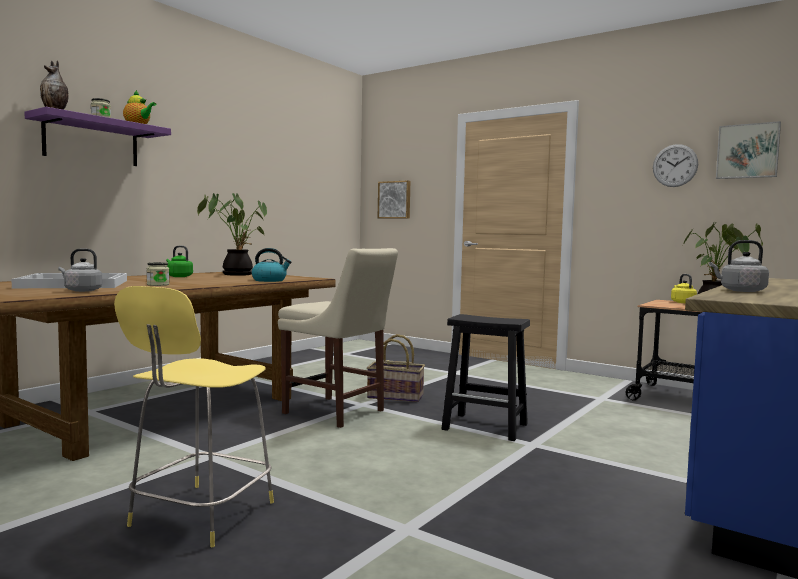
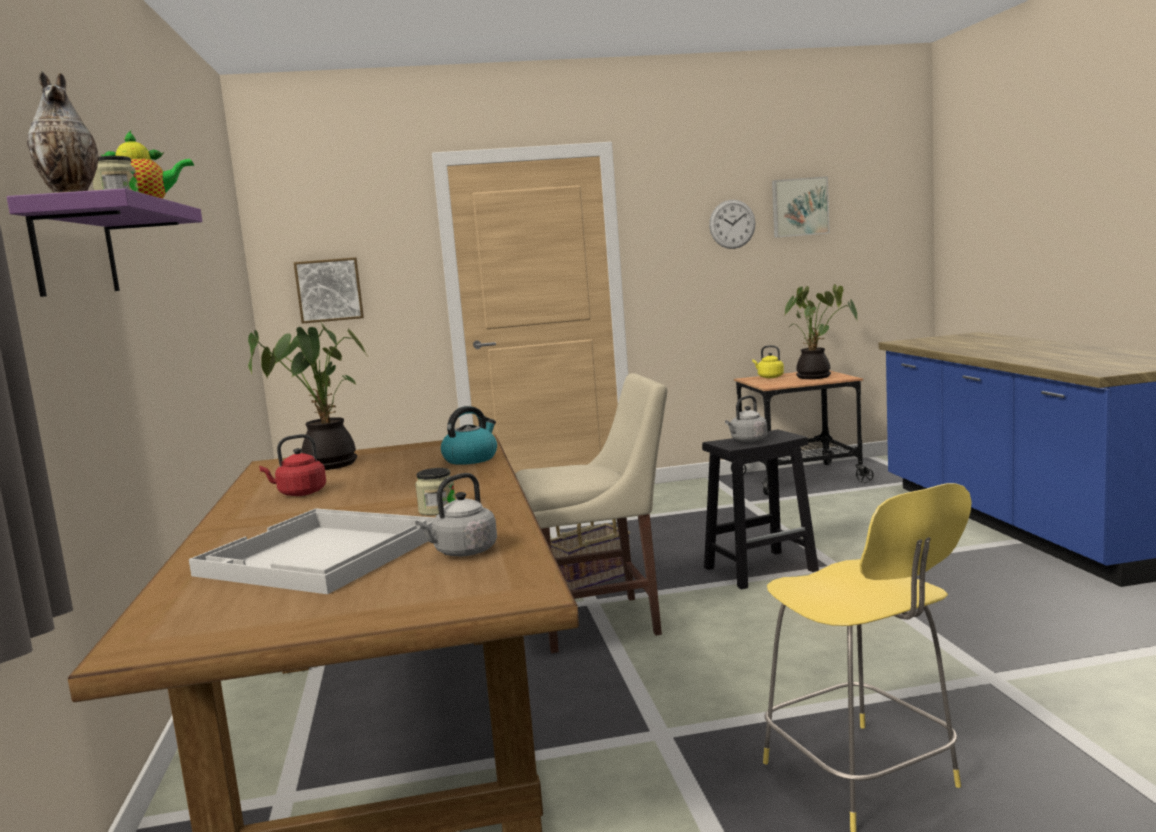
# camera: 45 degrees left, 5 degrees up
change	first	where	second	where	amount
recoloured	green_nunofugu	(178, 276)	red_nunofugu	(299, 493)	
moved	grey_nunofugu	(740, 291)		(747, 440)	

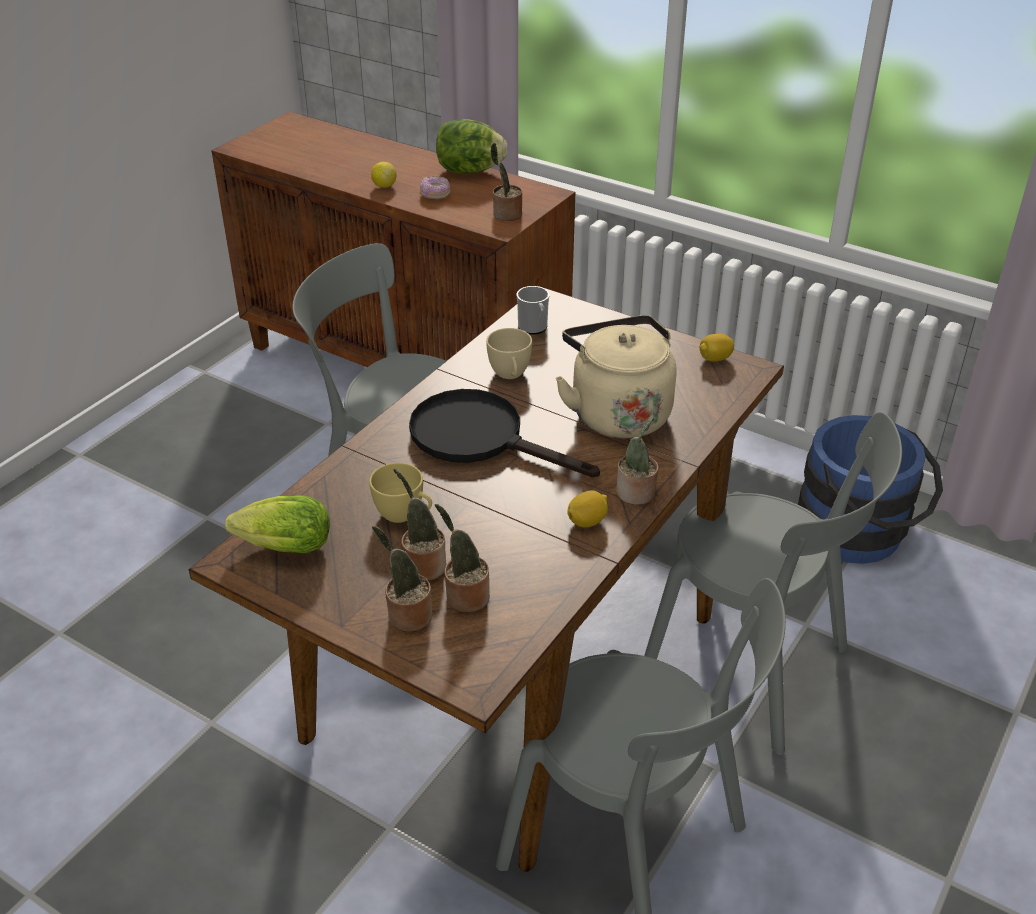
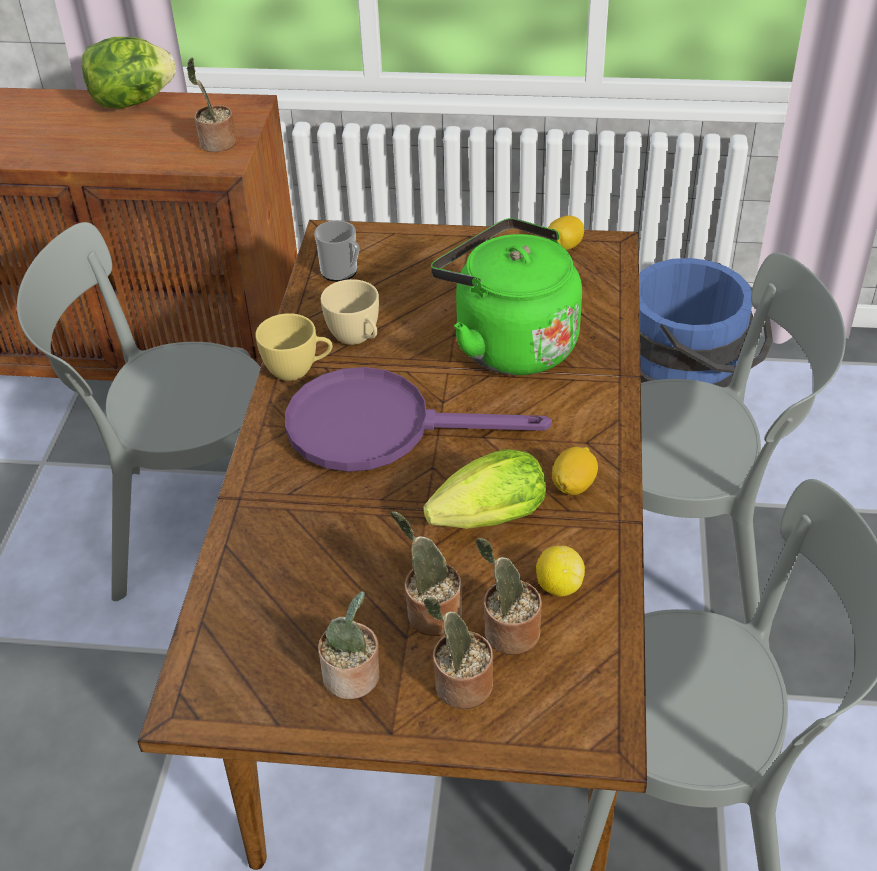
# camera: 25 degrees left, 5 degrees up
change	first	where	second	where	amount
moved	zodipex	(280, 548)		(483, 522)	
moved	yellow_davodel	(404, 515)		(298, 370)	
moved	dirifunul	(384, 186)		(559, 586)	
recoloured	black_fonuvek	(481, 438)	purple_fonuvek	(380, 427)	
removed	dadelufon	(435, 194)			
recoloured	beige_nunofugu	(617, 412)	green_nunofugu	(509, 343)	
moved	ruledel	(636, 494)		(354, 678)	

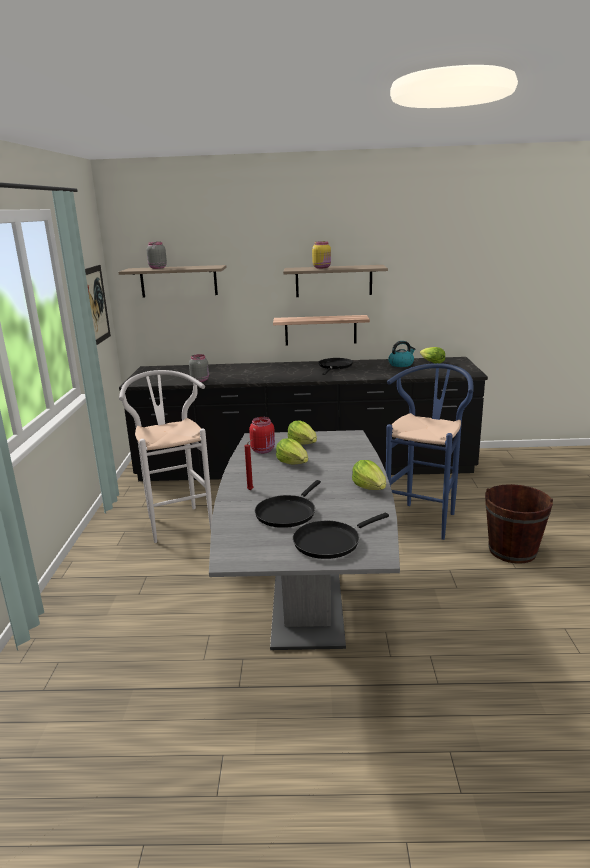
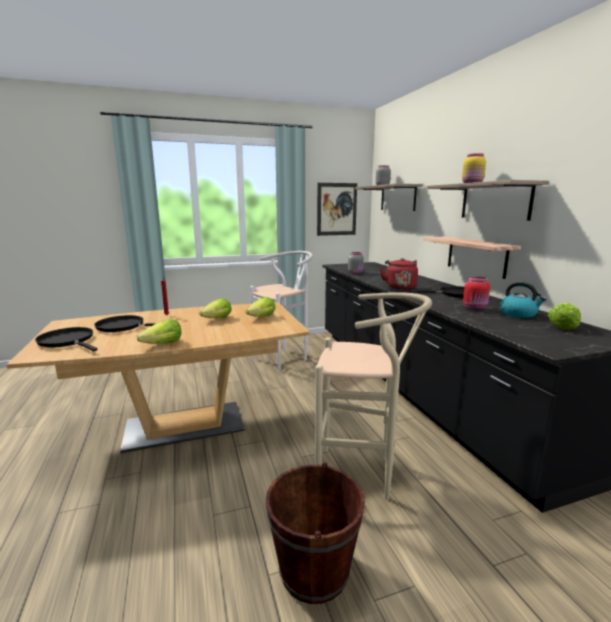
# camera: 70 degrees right, 5 degrees down
change	first	where	second	where	amount
recoloured	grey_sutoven	(307, 602)	brown_sutoven	(184, 426)	
moved	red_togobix	(263, 450)		(475, 308)	
recoloured	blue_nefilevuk	(425, 517)	beige_nefilevuk	(362, 474)	
added			red_nunofugu	(399, 287)	

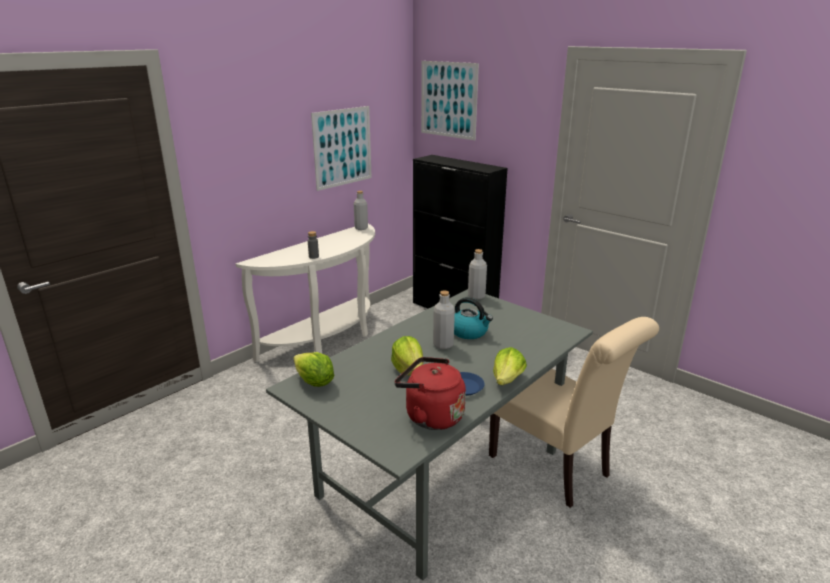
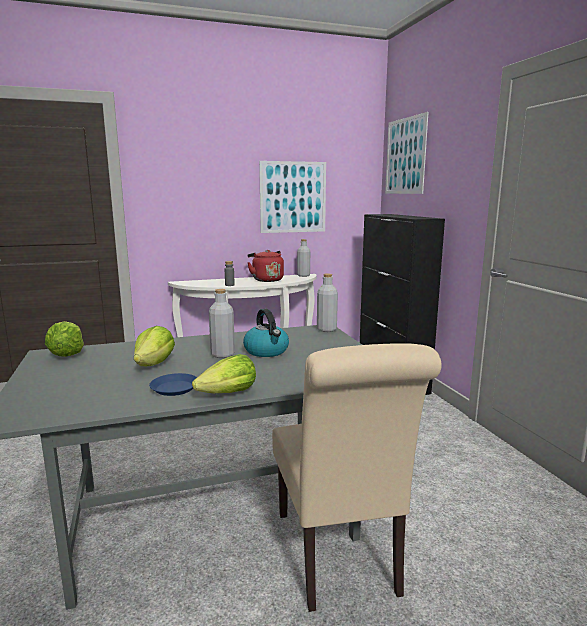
# camera: 30 degrees right, 10 degrees down
change	first	where	second	where	amount
moved	red_nunofugu	(430, 416)		(266, 280)	

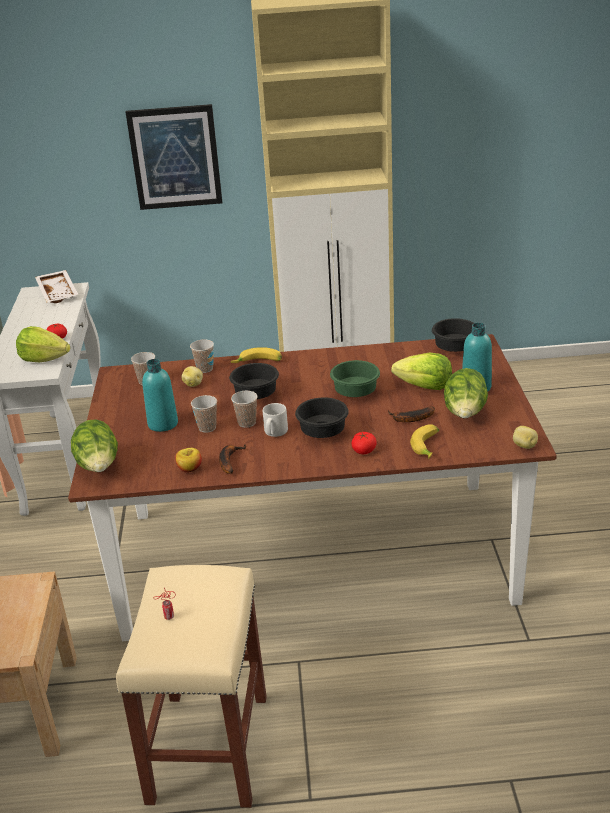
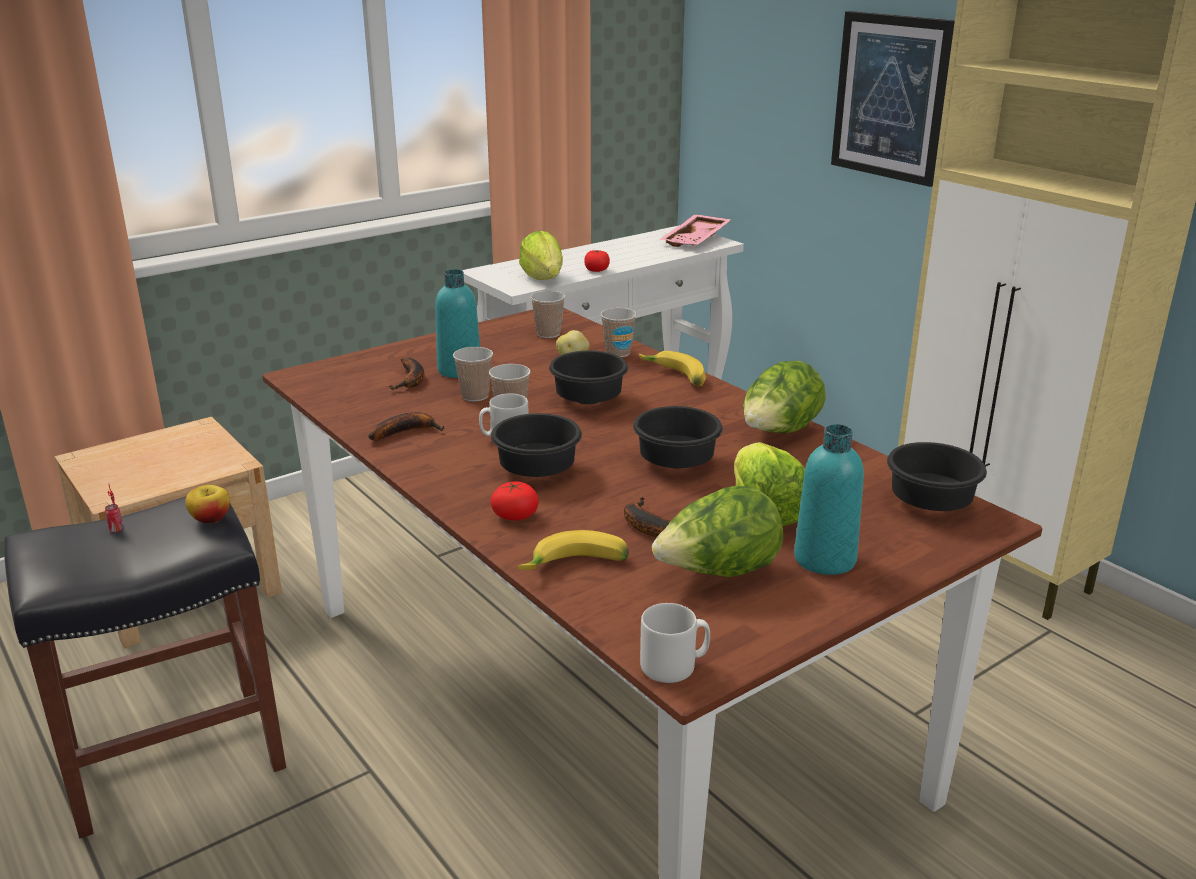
# camera: 55 degrees right, 5 degrees down
change	first	where	second	where	amount
recoloured	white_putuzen	(59, 293)	pink_putuzen	(696, 240)	
moved	zodipex	(99, 467)		(779, 433)	
recoloured	beige_nefilevuk	(208, 746)	black_nefilevuk	(176, 754)	
moved	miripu	(189, 469)		(211, 519)	
recoloured	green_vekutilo	(355, 392)	black_vekutilo	(678, 461)	
replaced	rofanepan	(524, 446)	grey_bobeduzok	(674, 666)	
added			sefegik	(411, 380)	

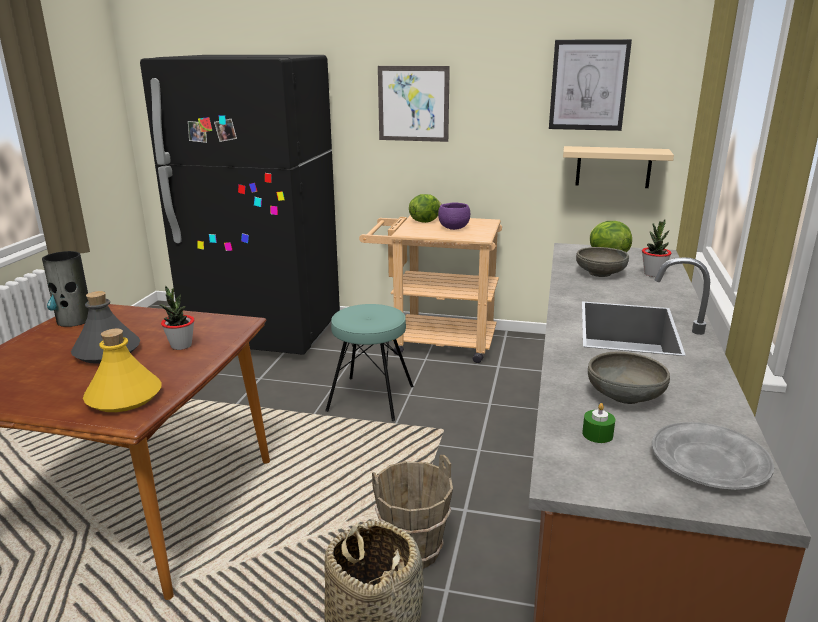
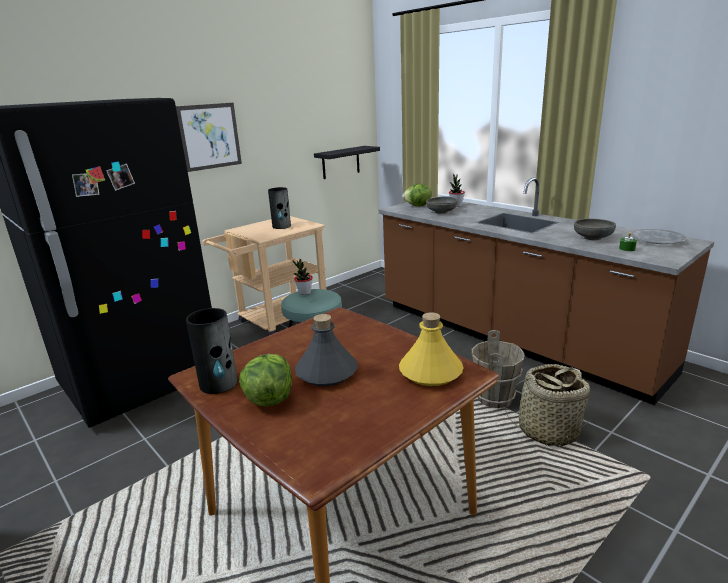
# camera: 55 degrees left, 0 degrees up
change	first	where	second	where	amount
moved	ruledel	(181, 345)		(304, 292)	
moved	zodipex	(424, 221)		(269, 399)	
replaced	purple_vekutilo	(454, 228)	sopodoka	(282, 226)	
removed	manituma	(588, 85)			
recoloured	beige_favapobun	(613, 167)	black_favapobun	(341, 162)	

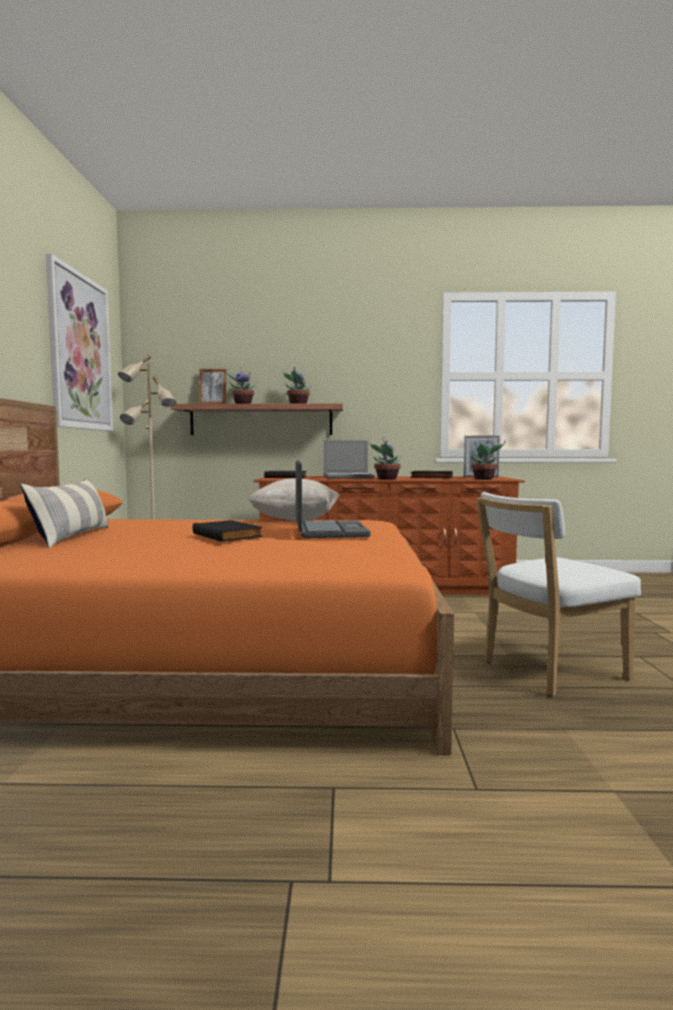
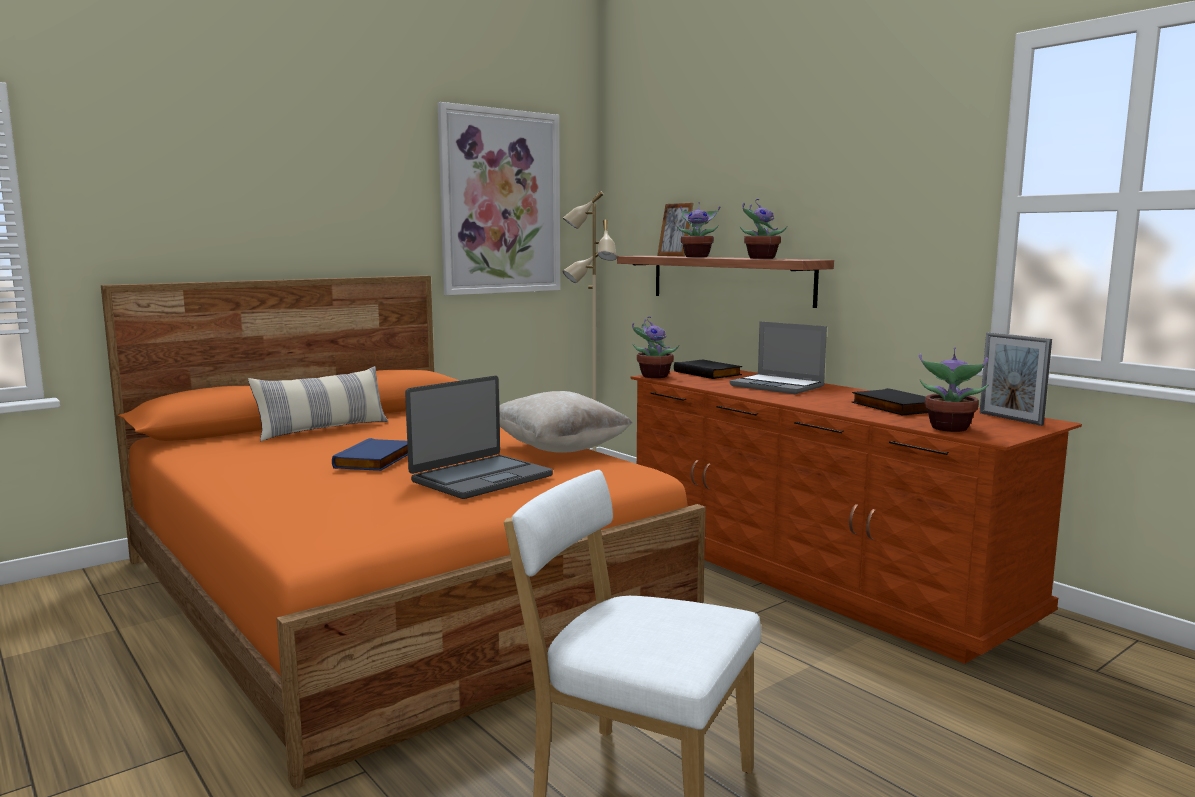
# camera: 50 degrees right, 5 degrees up
change	first	where	second	where	amount
recoloured	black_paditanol	(229, 535)	blue_paditanol	(376, 460)	
moved	ruledel	(386, 479)		(653, 376)	

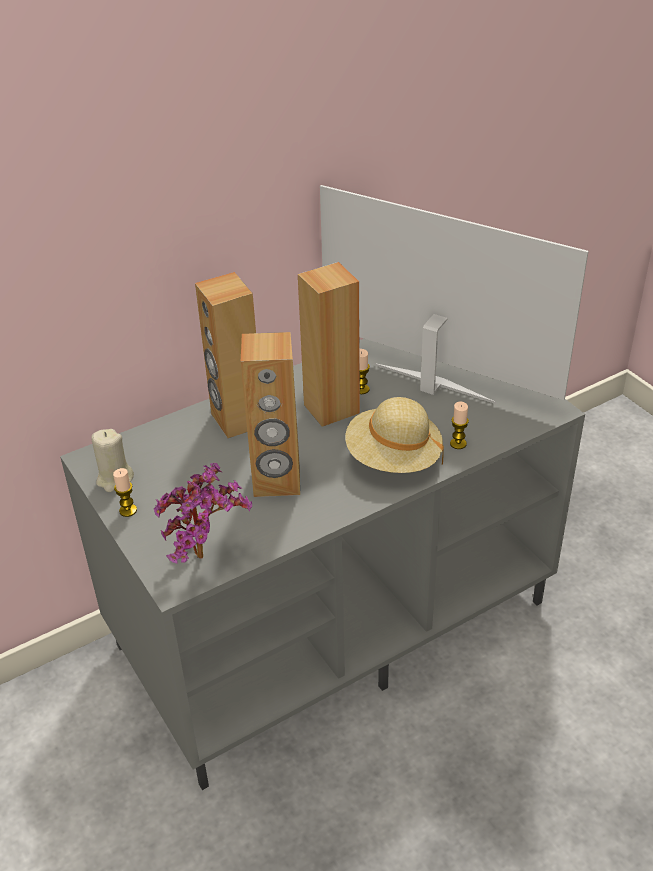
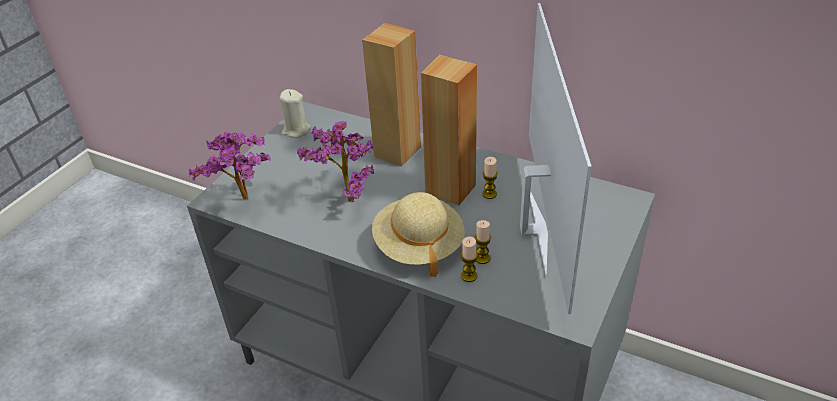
# camera: 60 degrees right, 0 degrees up
change	first	where	second	where	amount
moved	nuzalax	(128, 510)		(482, 258)	
replaced	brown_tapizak	(277, 482)	ruledel	(345, 198)	

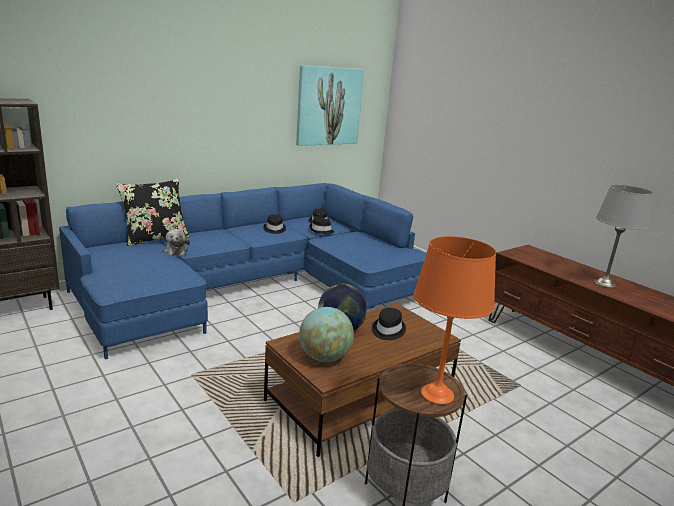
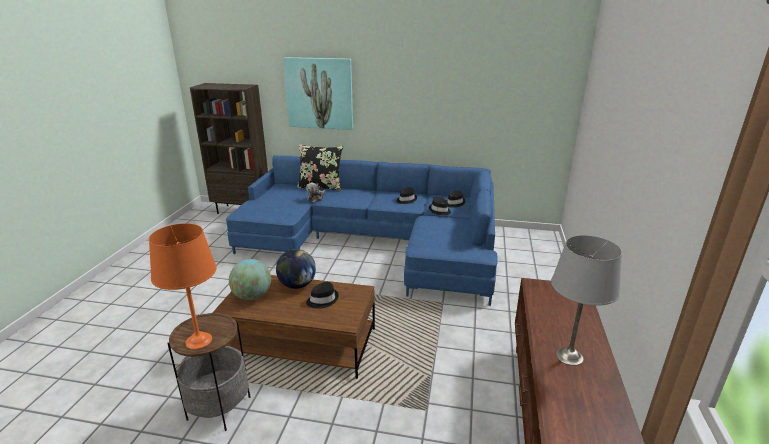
# camera: 50 degrees right, 5 degrees up
change	first	where	second	where	amount
moved	manituma	(328, 106)		(319, 93)	

